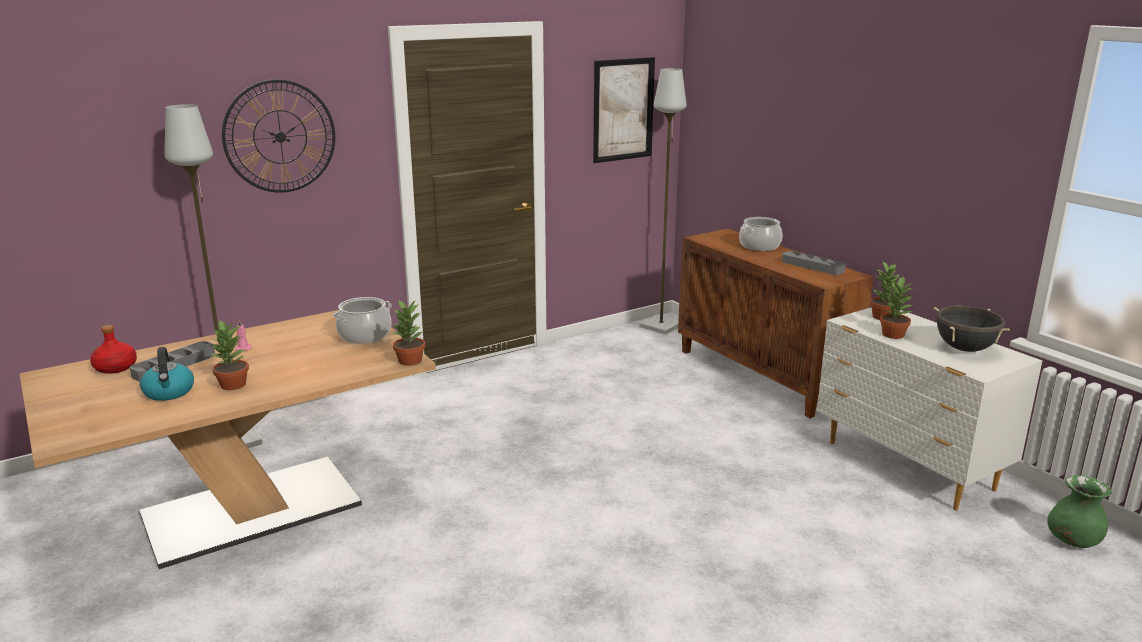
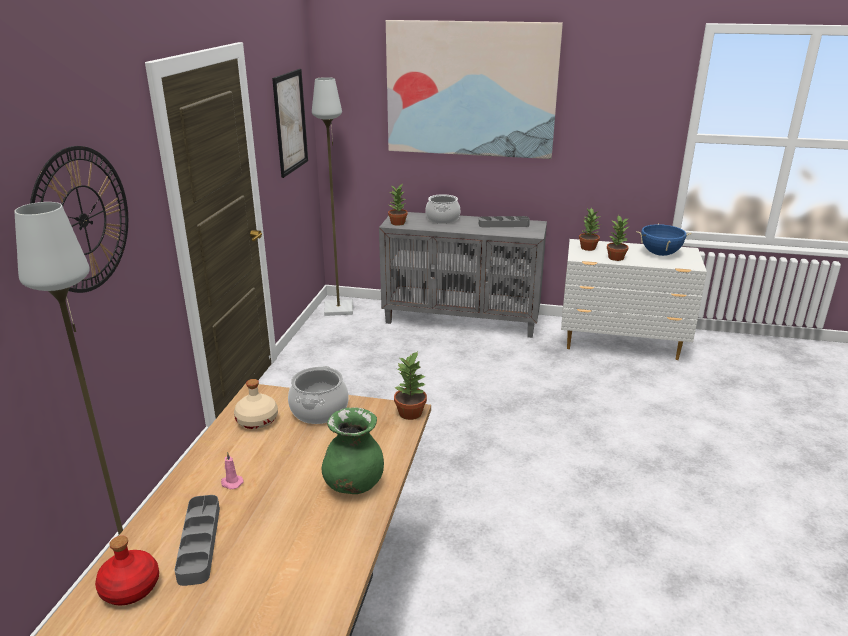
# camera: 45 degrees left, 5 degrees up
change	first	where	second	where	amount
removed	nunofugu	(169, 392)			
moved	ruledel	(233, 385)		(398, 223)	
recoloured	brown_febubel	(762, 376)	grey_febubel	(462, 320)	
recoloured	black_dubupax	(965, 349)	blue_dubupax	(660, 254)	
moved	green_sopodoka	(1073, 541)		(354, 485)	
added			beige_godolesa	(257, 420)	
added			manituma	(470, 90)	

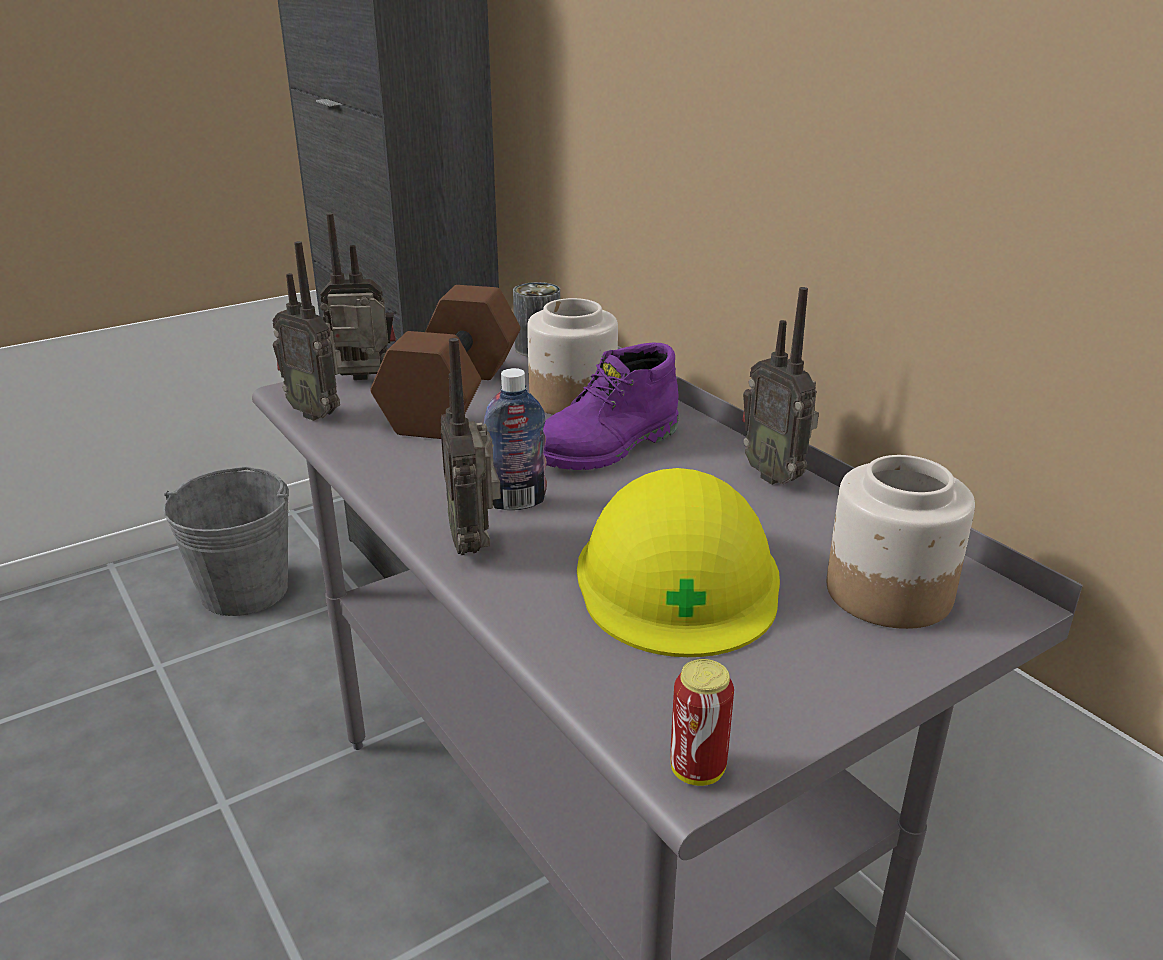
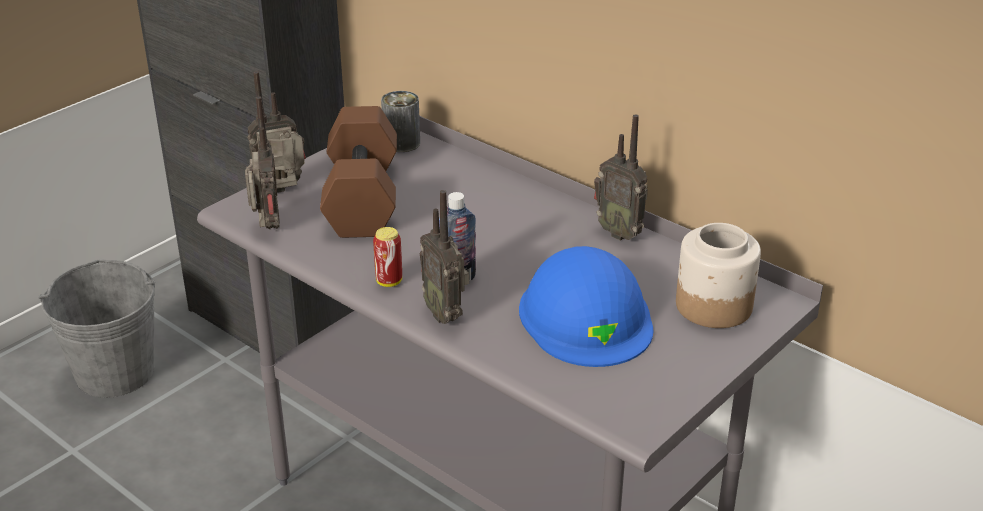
# camera: 15 degrees left, 5 degrees up
change	first	where	second	where	amount
turned	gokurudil	(317, 413)		(266, 227)	120 degrees counterclockwise
removed	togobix	(572, 398)			
removed	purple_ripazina	(606, 447)			
recoloured	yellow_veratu	(678, 577)	blue_veratu	(586, 316)	
moved	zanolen	(697, 770)		(389, 281)	

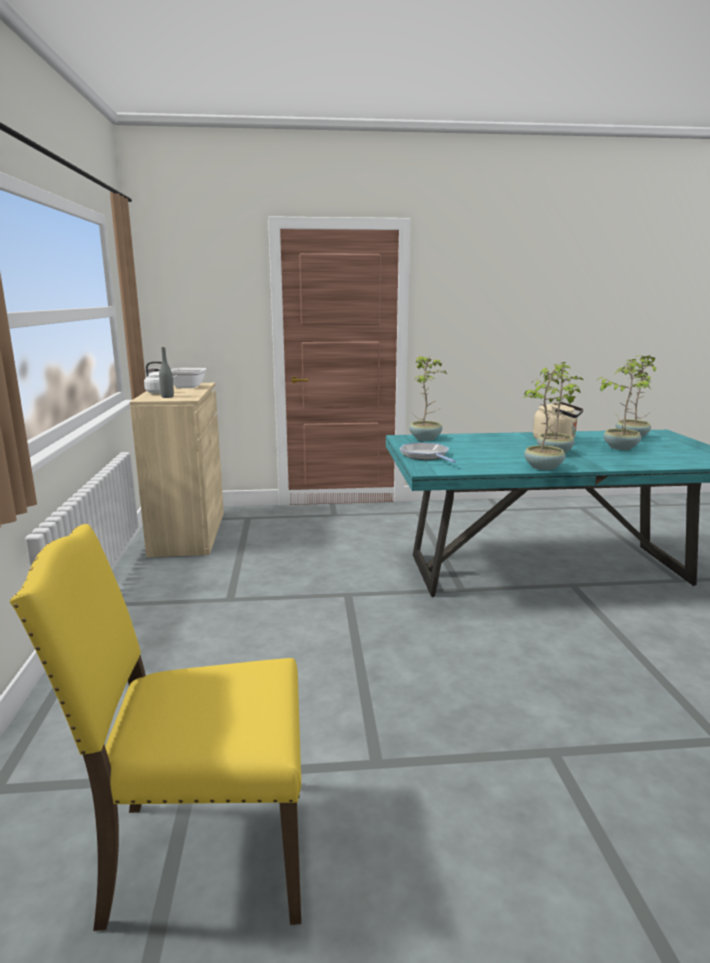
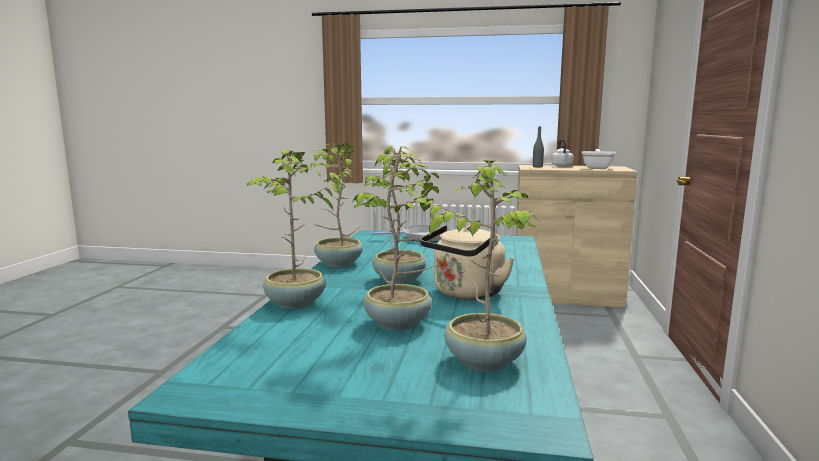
# camera: 105 degrees right, 5 degrees down
change	first	where	second	where	amount
removed	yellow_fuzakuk	(202, 853)			
moved	ruledel	(426, 438)		(295, 303)	

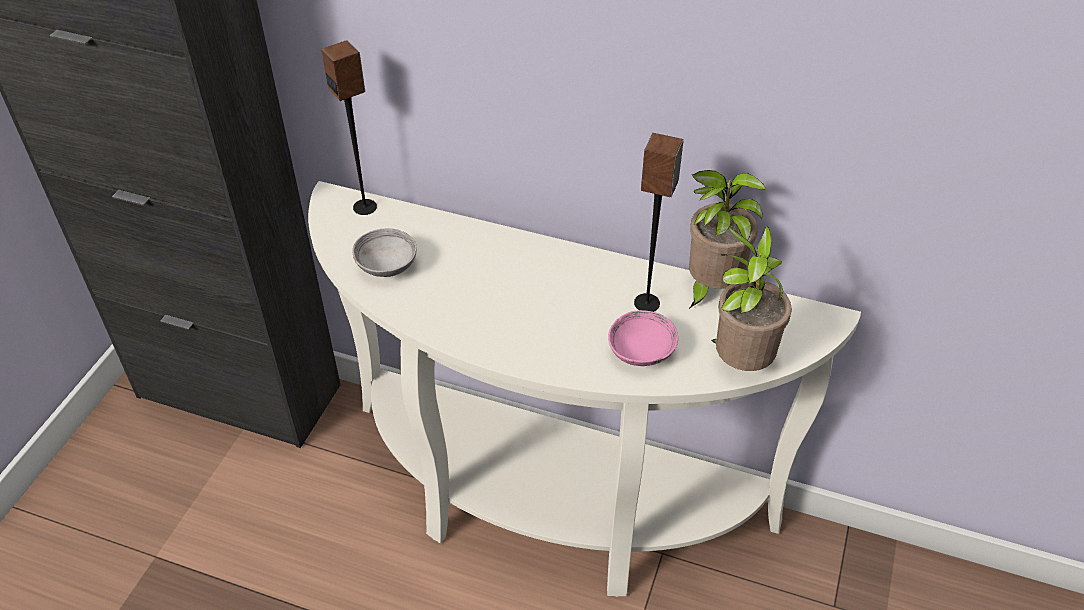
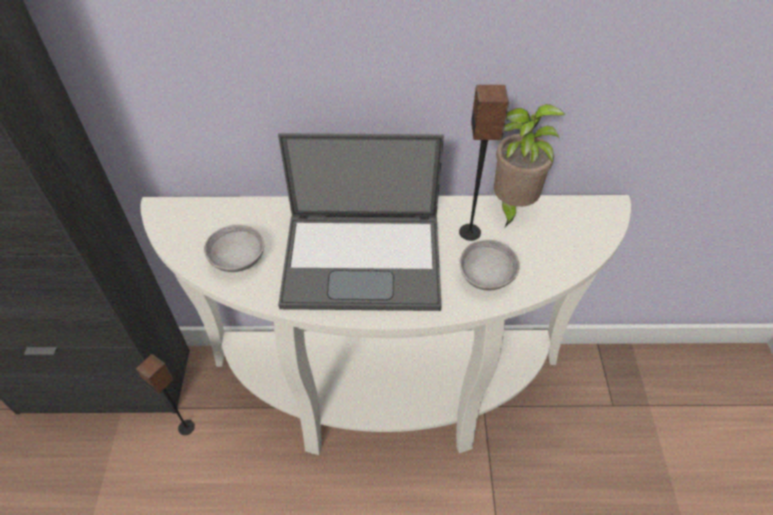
# camera: 20 degrees left, 5 degrees up
change	first	where	second	where	amount
moved	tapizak	(365, 207)		(186, 427)	
recoloured	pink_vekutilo	(641, 352)	grey_vekutilo	(486, 276)	
removed	ruledel	(739, 362)			
added			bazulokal	(364, 259)	

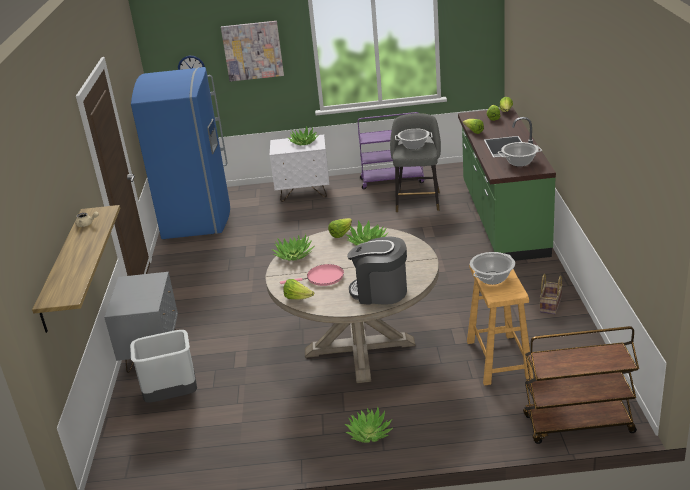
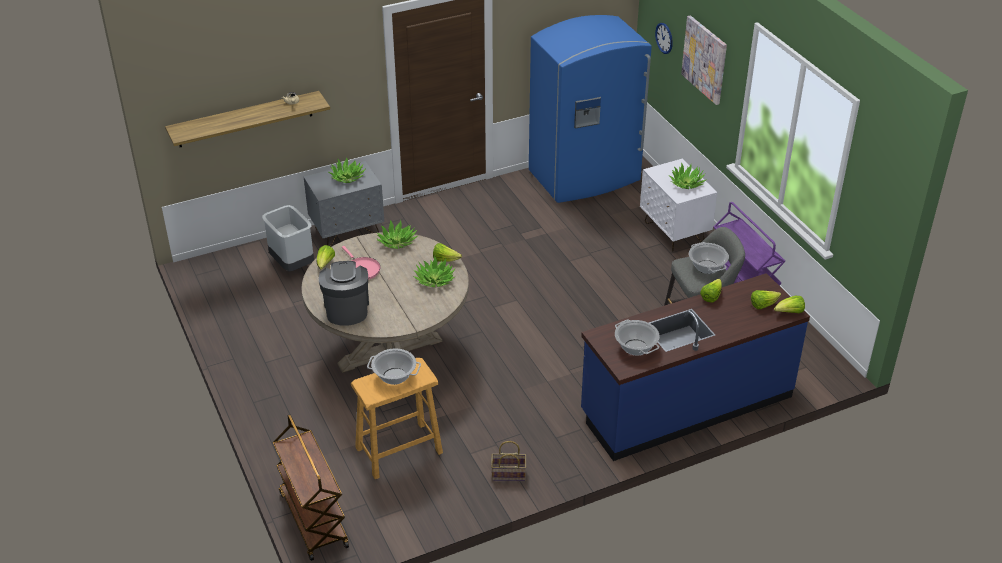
# camera: 65 degrees right, 10 degrees up
change	first	where	second	where	amount
moved	ruledel	(369, 433)		(347, 177)	
recoloured	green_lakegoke	(502, 219)	blue_lakegoke	(686, 405)	

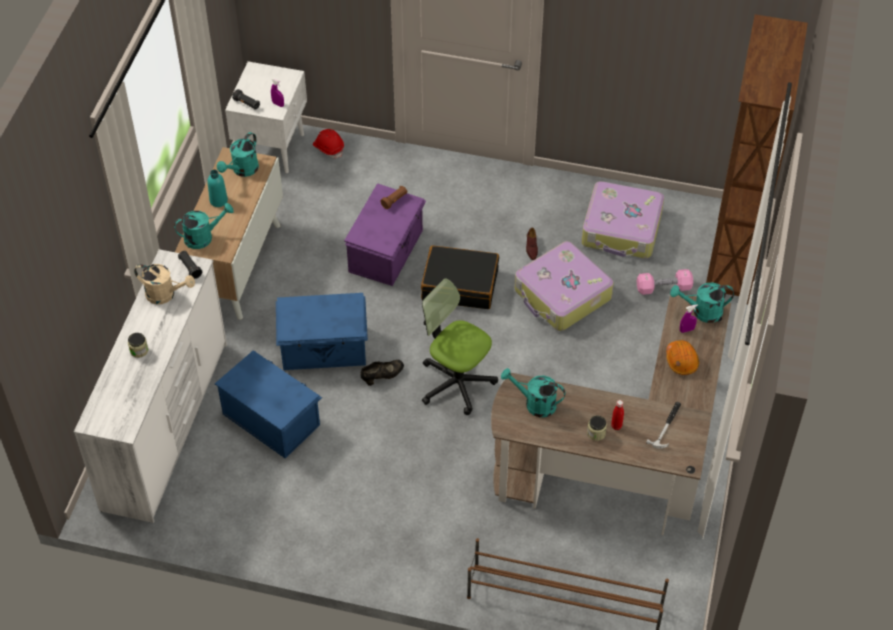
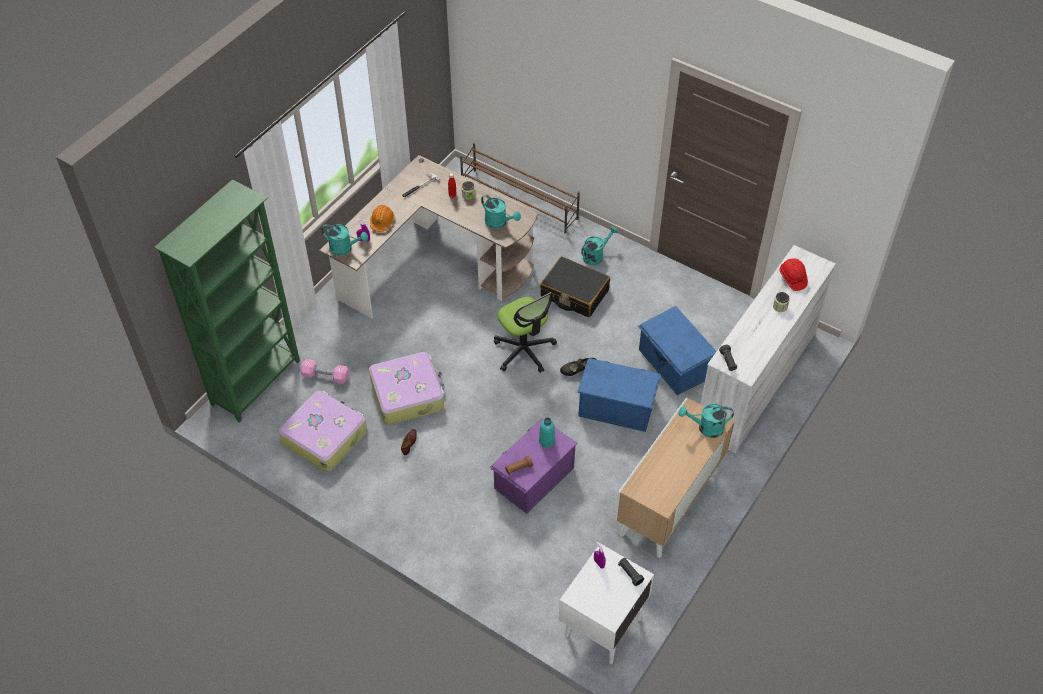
# camera: 160 degrees left, 0 degrees up
change	first	where	second	where	amount
removed	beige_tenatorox	(165, 294)			
moved	turquoise_godolesa	(218, 201)		(546, 441)	
moved	turquoise_tenatorox	(242, 170)		(596, 255)	
moved	red_veratu	(328, 148)		(792, 278)	
moved	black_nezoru	(460, 285)		(574, 293)	
recoloured	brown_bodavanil	(731, 260)	green_bodavanil	(257, 382)	

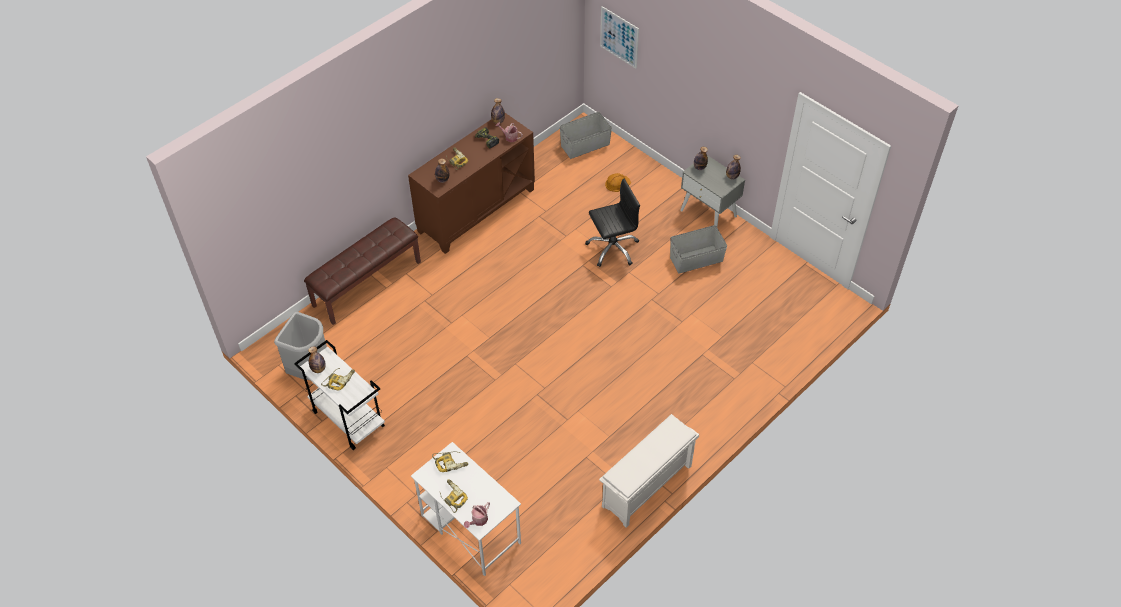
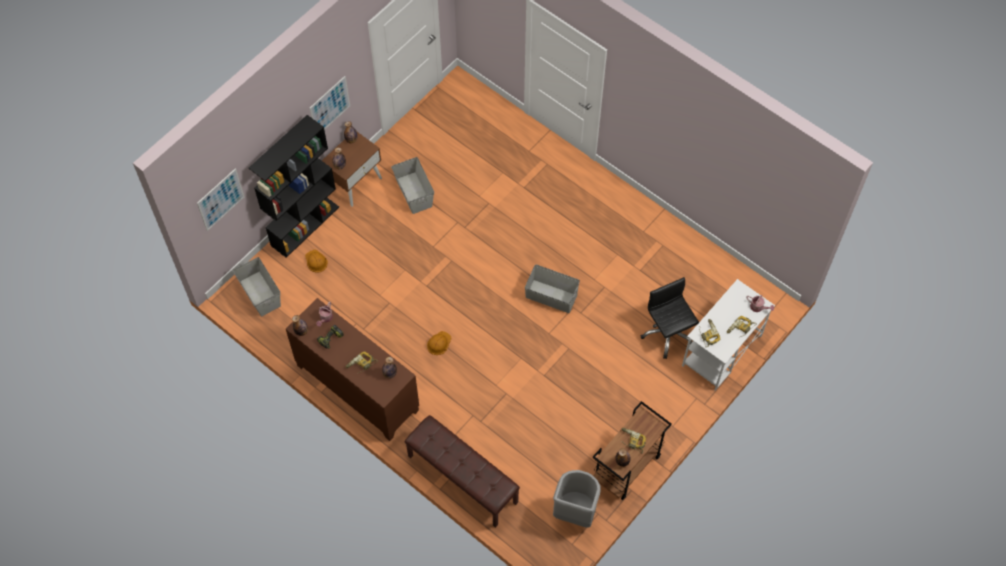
# camera: 95 degrees left, 10 degrees up
change	first	where	second	where	amount
recoloured	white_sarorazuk	(347, 419)	brown_sarorazuk	(626, 468)	
moved	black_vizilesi	(612, 248)		(667, 334)	
removed	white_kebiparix	(646, 487)			
recoloured	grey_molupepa	(708, 213)	brown_molupepa	(355, 183)	
added			black_bodavanil	(305, 225)	
added			manituma	(329, 106)	
added			orange_veratu	(439, 343)	
added			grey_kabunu	(551, 296)	

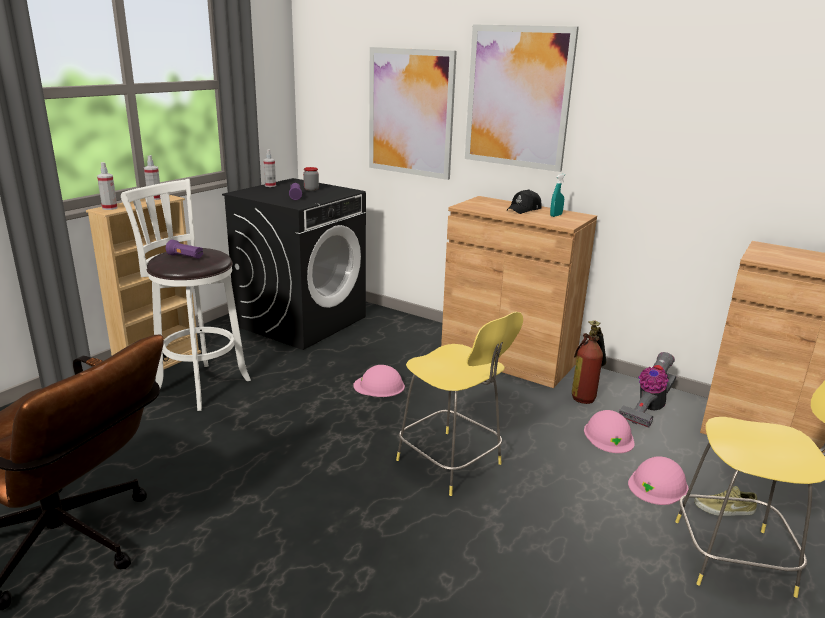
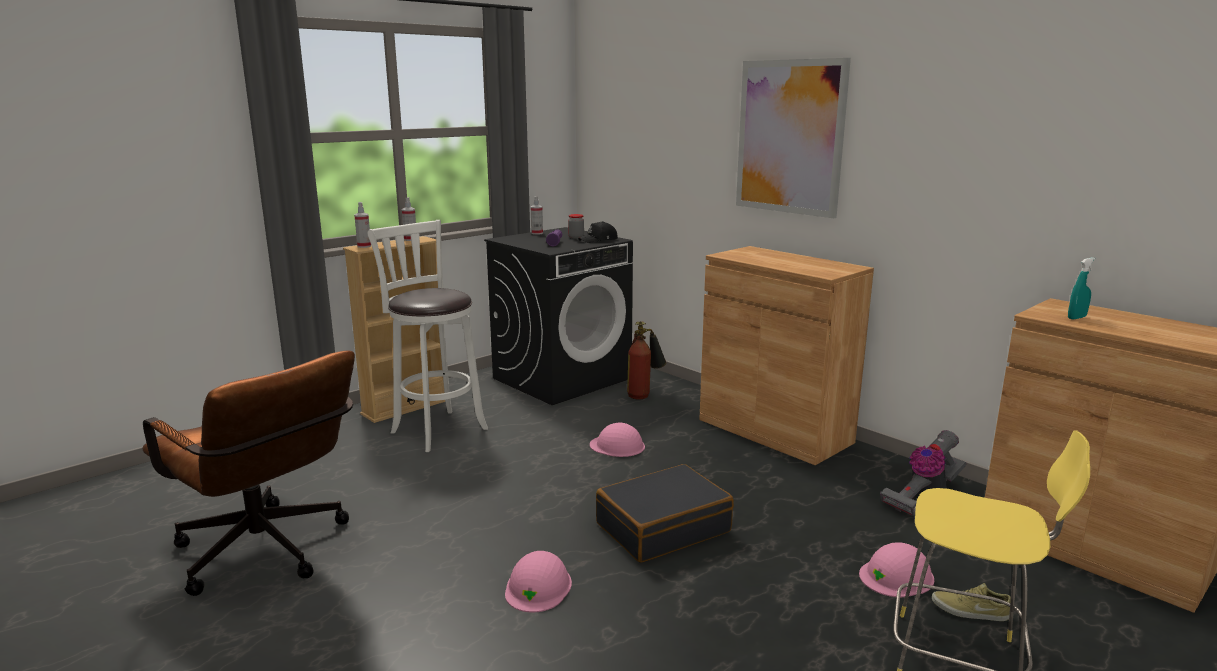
# camera: 15 degrees right, 5 degrees down
change	first	where	second	where	amount
removed	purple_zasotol	(185, 257)			
removed	manituma	(410, 113)			
replaced	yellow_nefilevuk	(451, 464)	black_nezoru	(662, 527)	
moved	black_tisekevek	(524, 209)		(599, 240)	
moved	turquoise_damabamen	(556, 215)		(1076, 318)	
moved	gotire	(586, 395)		(645, 394)	
moved	pink_veratu	(609, 436)		(538, 587)	

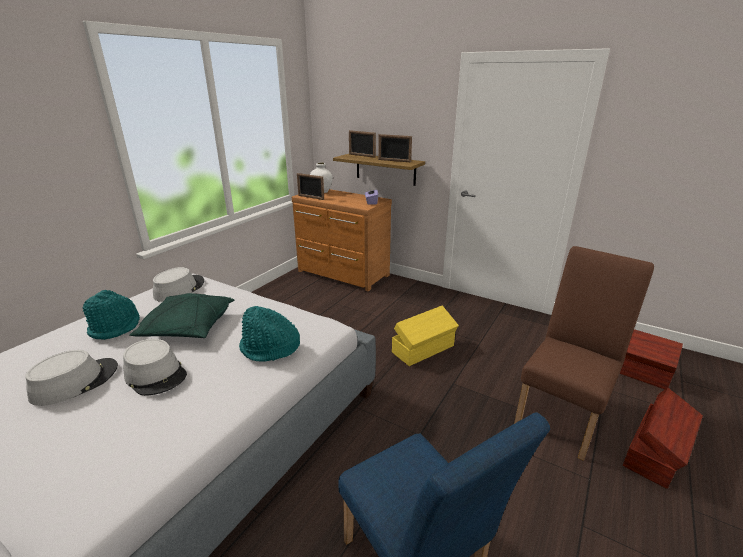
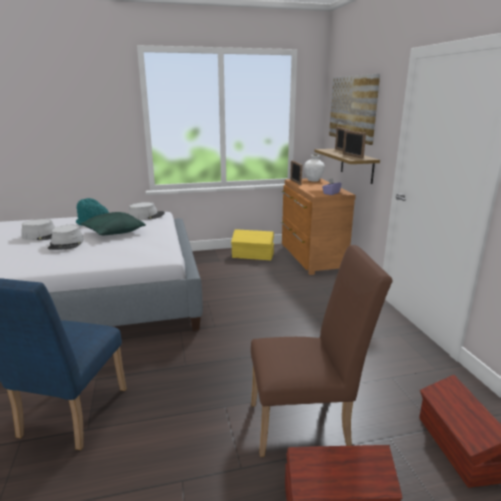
# camera: 45 degrees right, 5 degrees down
change	first	where	second	where	amount
removed	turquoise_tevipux	(269, 348)			
moved	yellow_kabunu	(424, 349)		(253, 256)	
added			manituma	(352, 108)	

